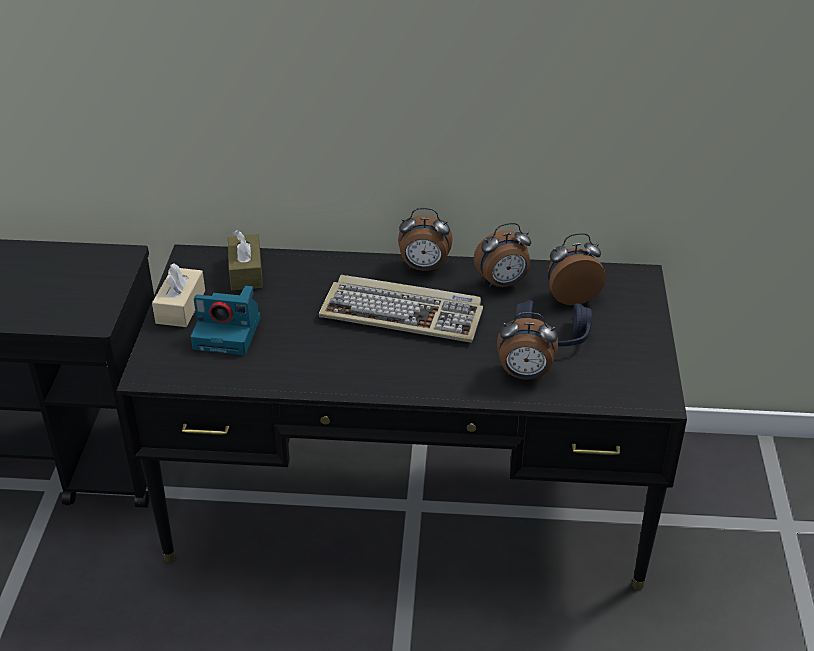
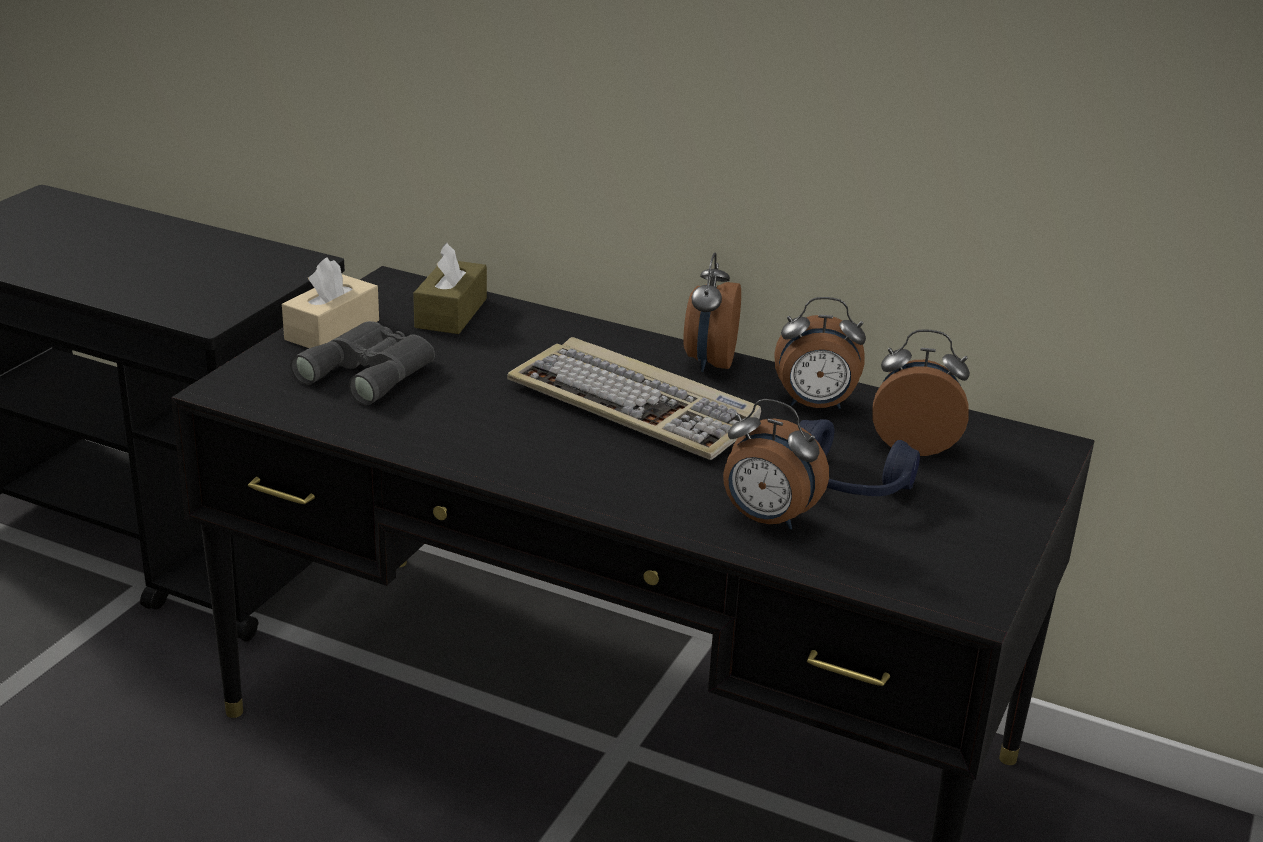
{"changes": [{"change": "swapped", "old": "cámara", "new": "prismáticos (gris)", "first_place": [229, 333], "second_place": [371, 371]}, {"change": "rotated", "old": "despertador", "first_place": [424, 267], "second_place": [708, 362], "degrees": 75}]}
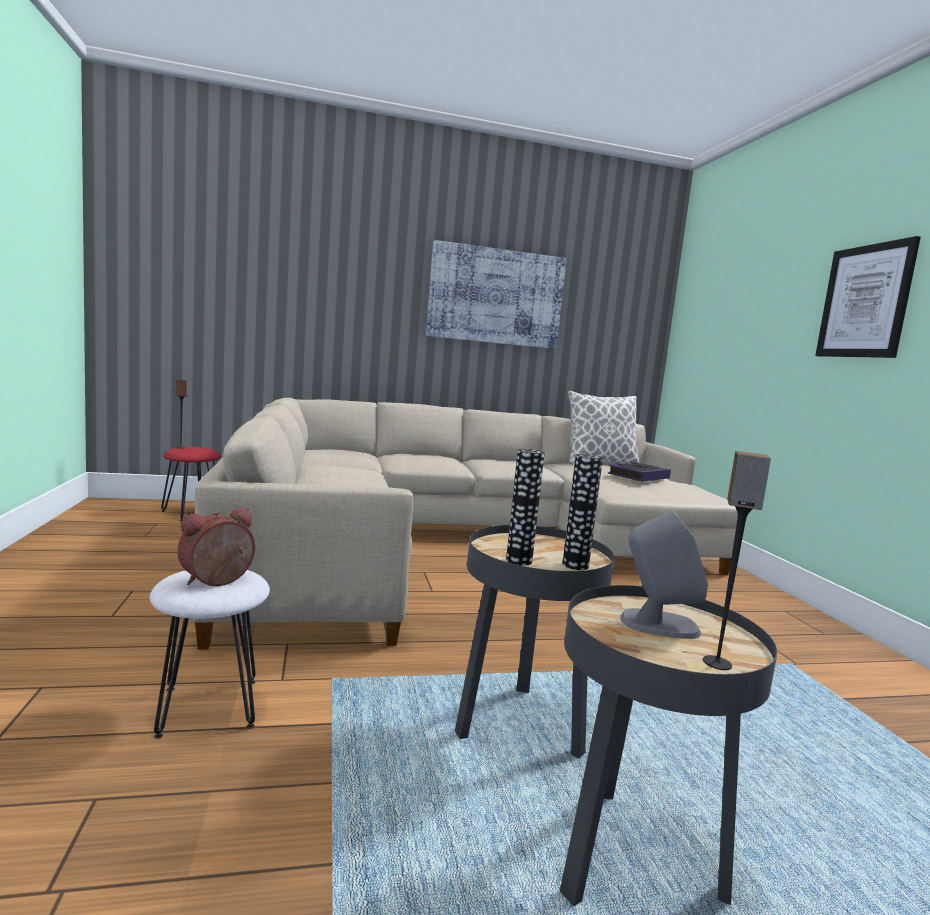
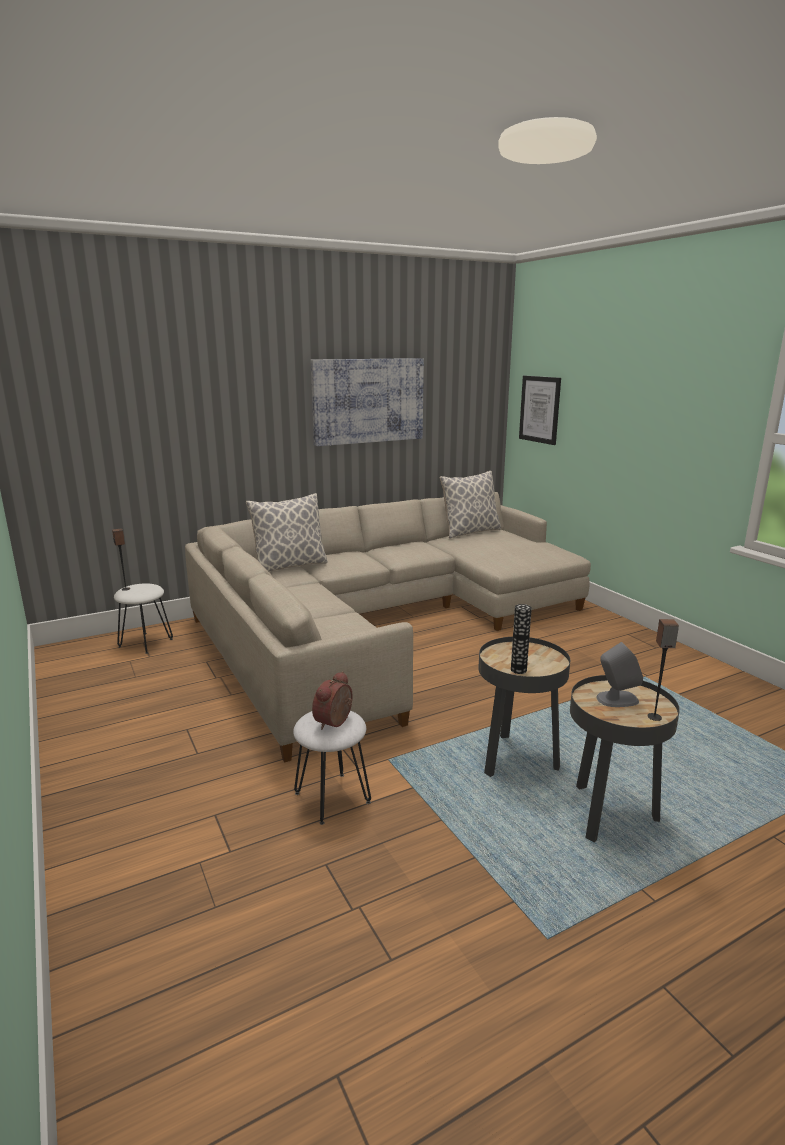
{"changes": [{"change": "repainted", "old": "taburete (rojo)", "new": "taburete (blanco)", "first_place": [192, 513], "second_place": [146, 642]}, {"change": "gone", "old": "florero", "first_place": [575, 565]}, {"change": "gone", "old": "libro", "first_place": [638, 476]}, {"change": "shifted", "old": "cuadro", "first_place": [865, 301], "second_place": [540, 409]}, {"change": "new", "new": "cojín", "second_place": [289, 566]}]}
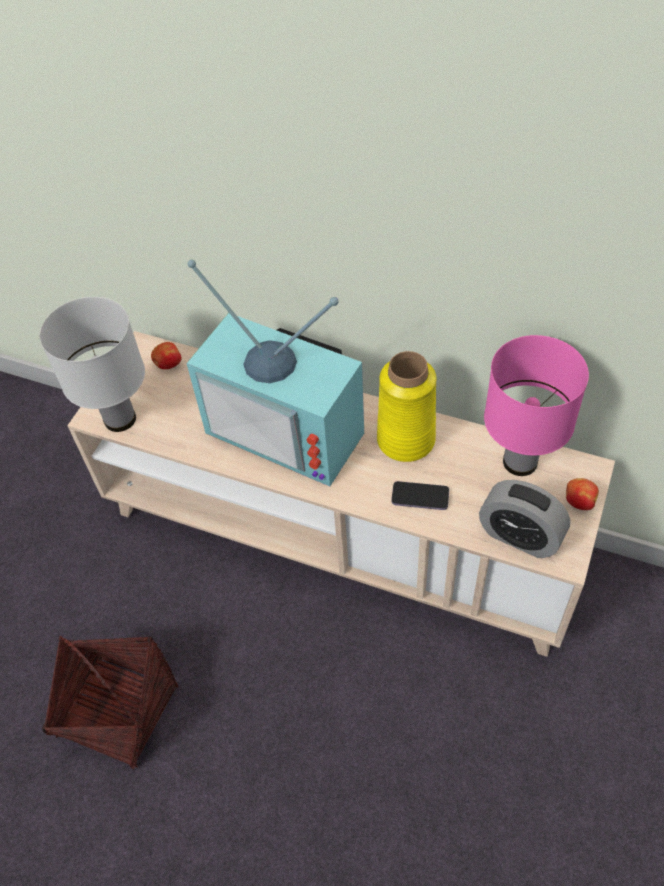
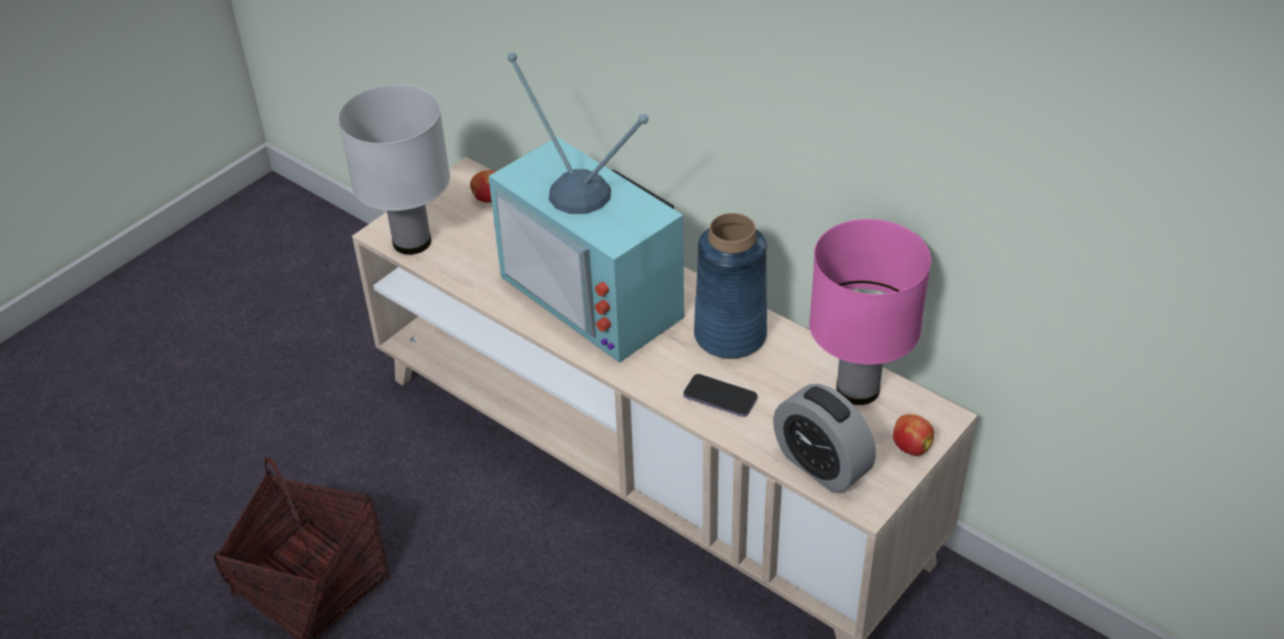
{"changes": [{"change": "repainted", "old": "florero (amarillo)", "new": "florero (azul)", "first_place": [405, 440], "second_place": [729, 336]}]}
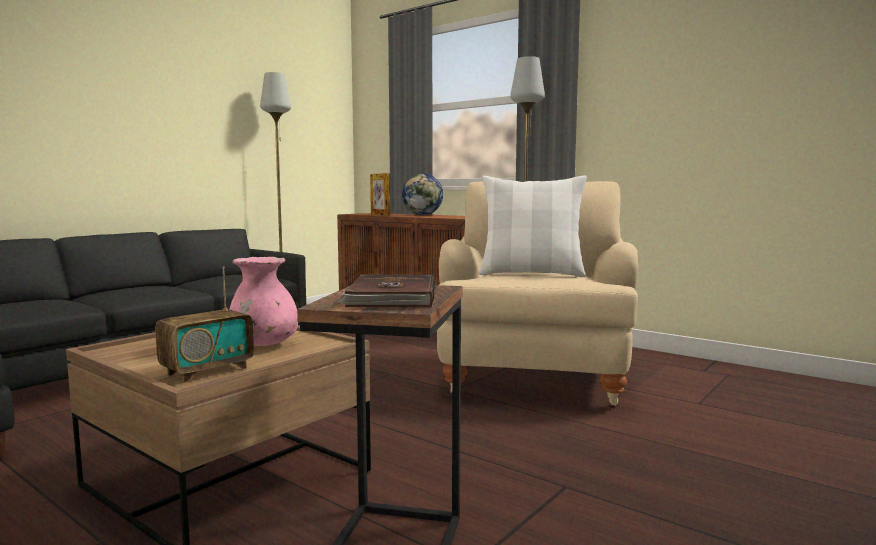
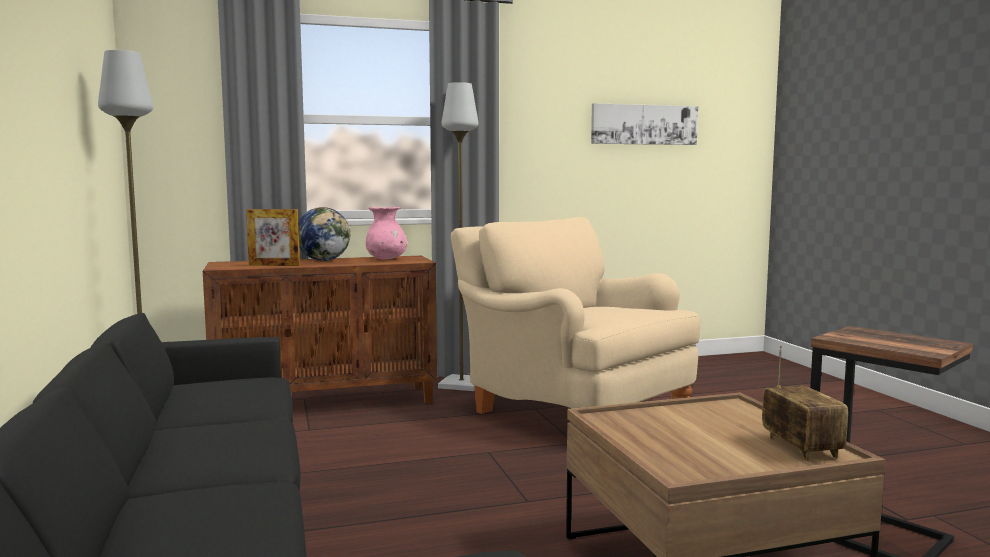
{"changes": [{"change": "shifted", "old": "florero (rosa)", "first_place": [264, 345], "second_place": [386, 259]}, {"change": "gone", "old": "libro (marrón)", "first_place": [390, 297]}, {"change": "gone", "old": "cojín (blanco)", "first_place": [531, 274]}, {"change": "new", "new": "cuadro", "second_place": [644, 124]}]}
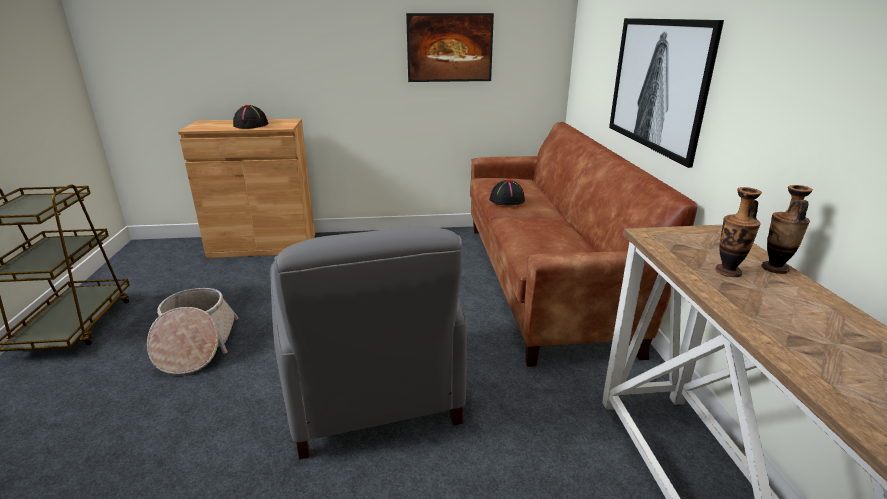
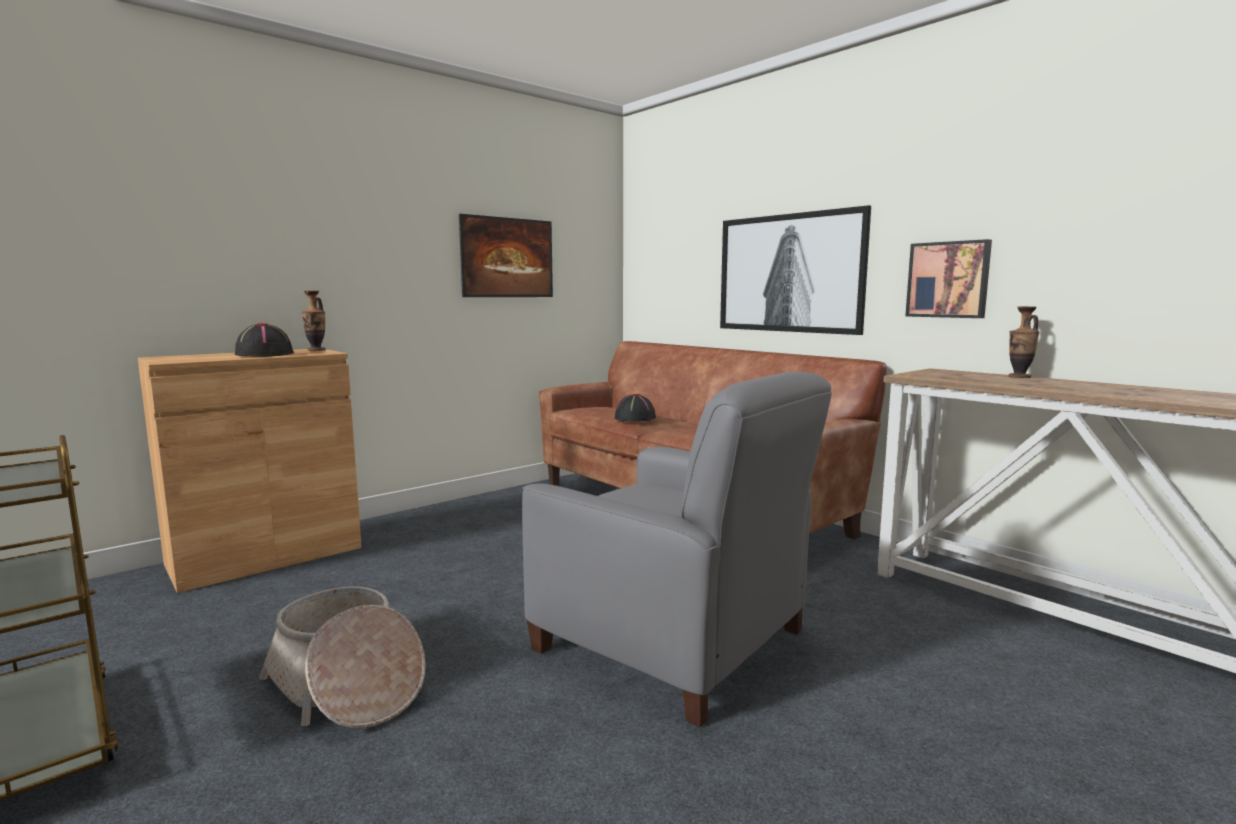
{"changes": [{"change": "shifted", "old": "florero", "first_place": [728, 272], "second_place": [316, 350]}, {"change": "new", "new": "cuadro", "second_place": [948, 280]}]}
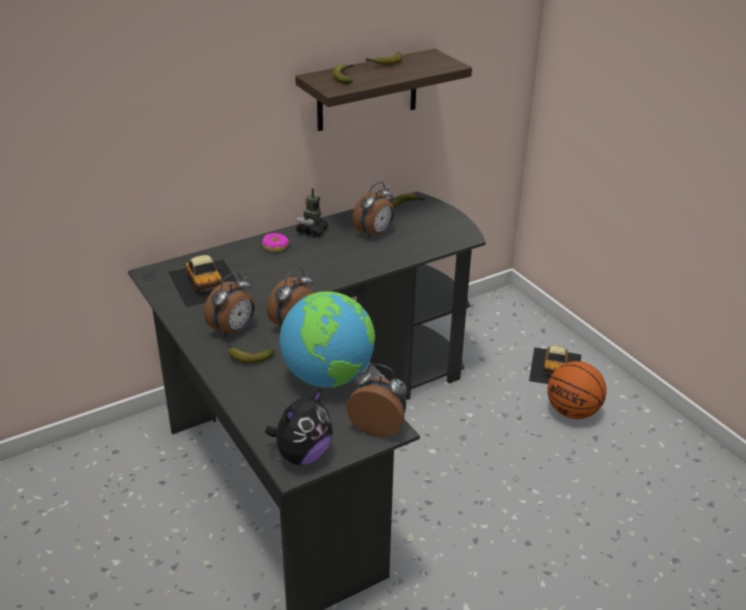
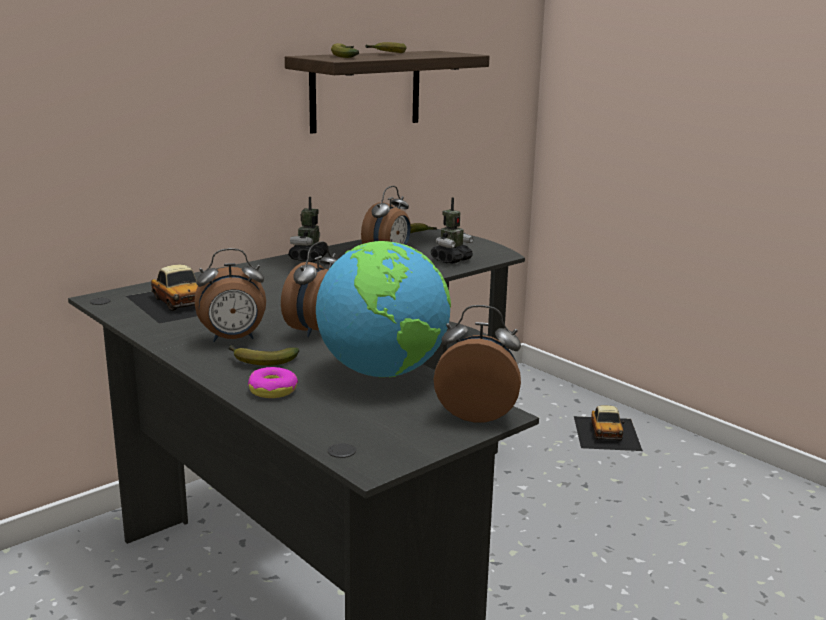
{"changes": [{"change": "rotated", "old": "despertador", "first_place": [234, 330], "second_place": [233, 339], "degrees": 45}, {"change": "shifted", "old": "rosquilla", "first_place": [275, 246], "second_place": [273, 390]}, {"change": "gone", "old": "peluche", "first_place": [302, 455]}, {"change": "gone", "old": "balón de baloncesto", "first_place": [572, 411]}, {"change": "new", "new": "robot de juguete", "second_place": [451, 260]}]}
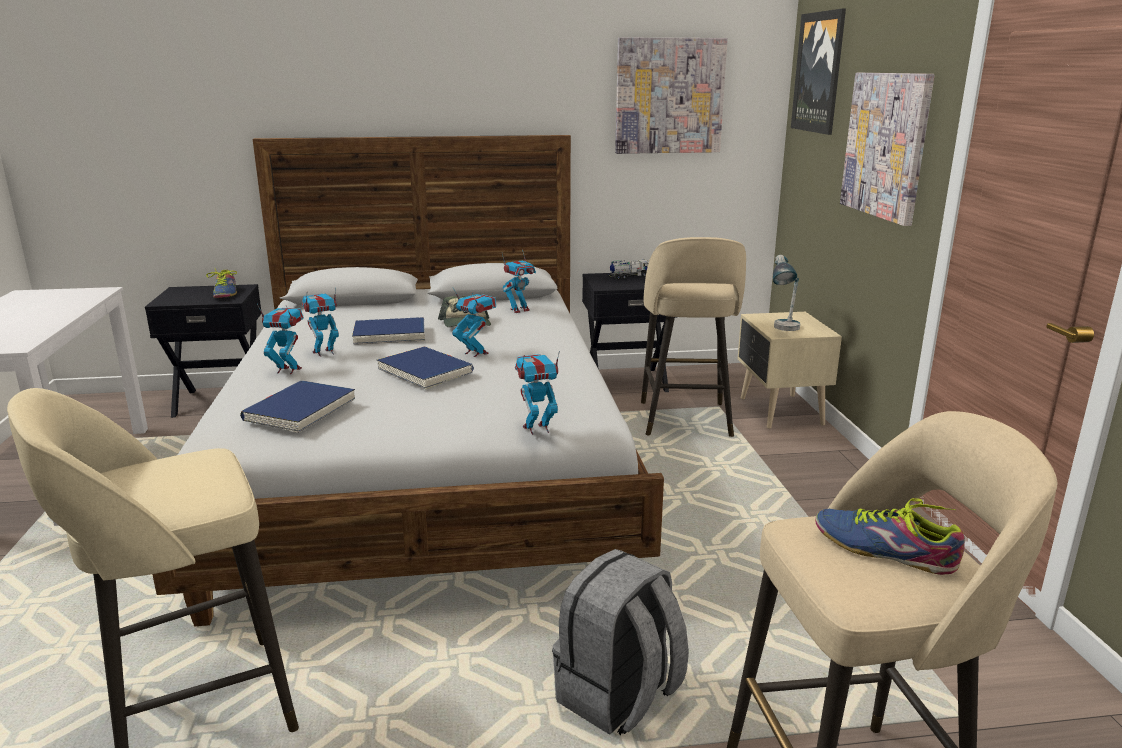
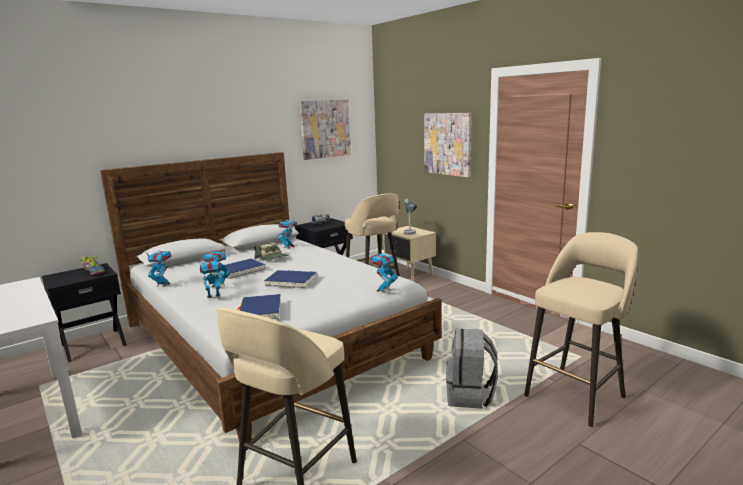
{"changes": [{"change": "shifted", "old": "robot de juguete", "first_place": [476, 353], "second_place": [163, 285]}, {"change": "gone", "old": "cuadro", "first_place": [819, 72]}, {"change": "gone", "old": "zapato", "first_place": [884, 550]}]}
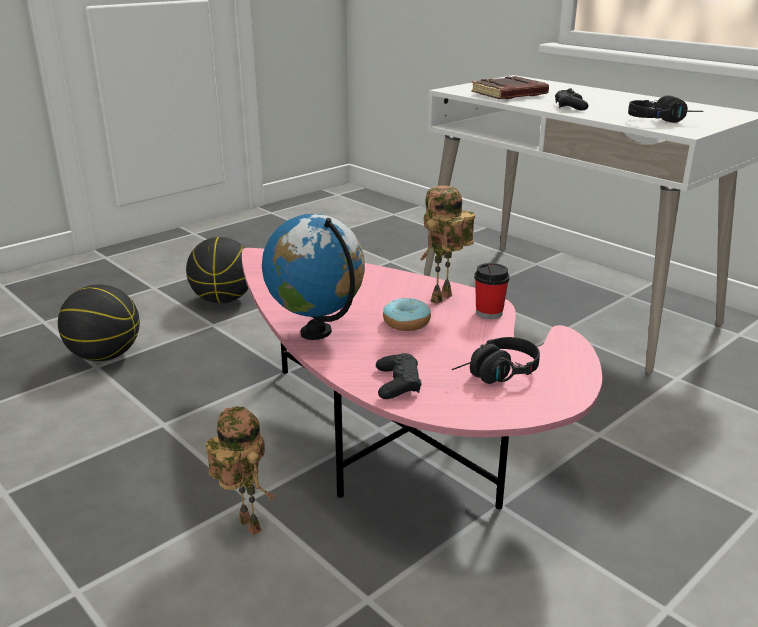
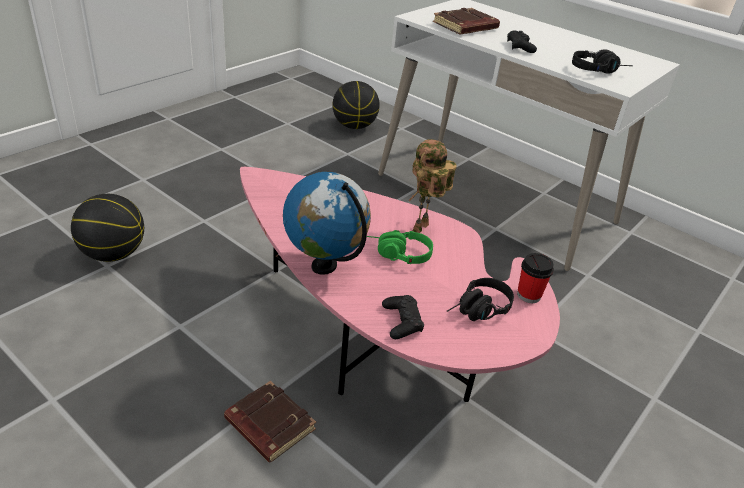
{"changes": [{"change": "shifted", "old": "balón de baloncesto", "first_place": [223, 300], "second_place": [354, 126]}, {"change": "swapped", "old": "robot de juguete", "new": "libro (marrón)", "first_place": [245, 526], "second_place": [268, 425]}, {"change": "swapped", "old": "rosquilla", "new": "auriculares (verde)", "first_place": [406, 323], "second_place": [397, 255]}, {"change": "shifted", "old": "taza", "first_place": [489, 313], "second_place": [528, 295]}]}
